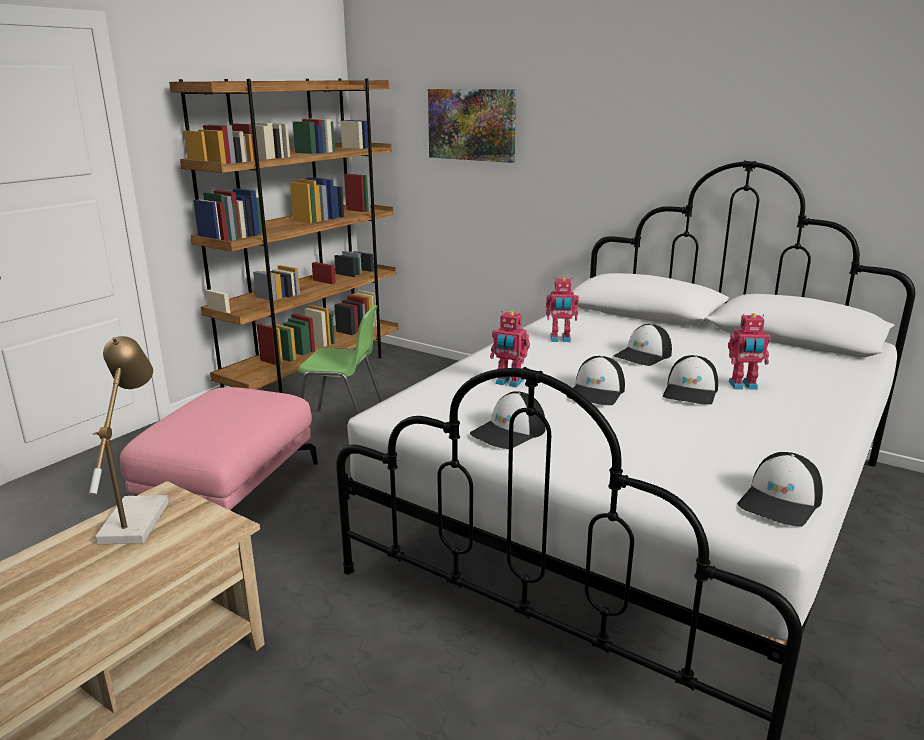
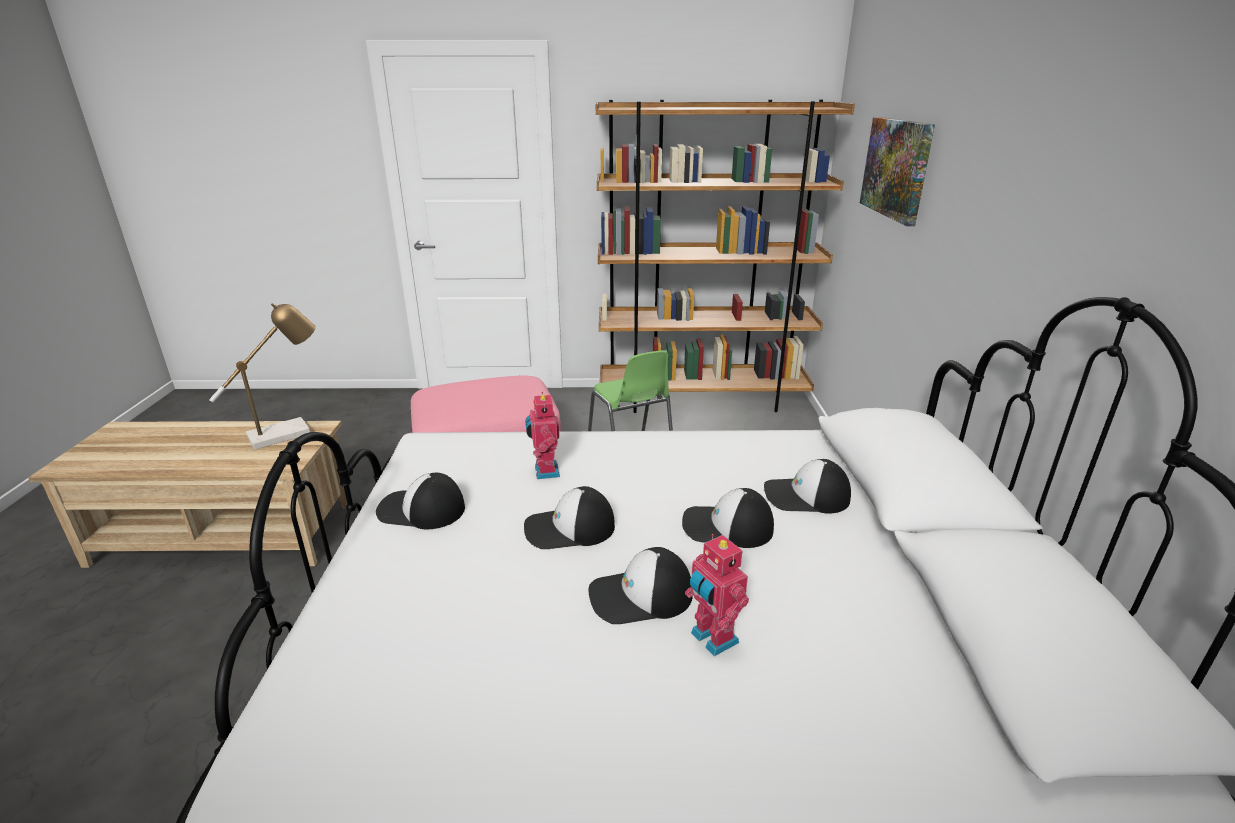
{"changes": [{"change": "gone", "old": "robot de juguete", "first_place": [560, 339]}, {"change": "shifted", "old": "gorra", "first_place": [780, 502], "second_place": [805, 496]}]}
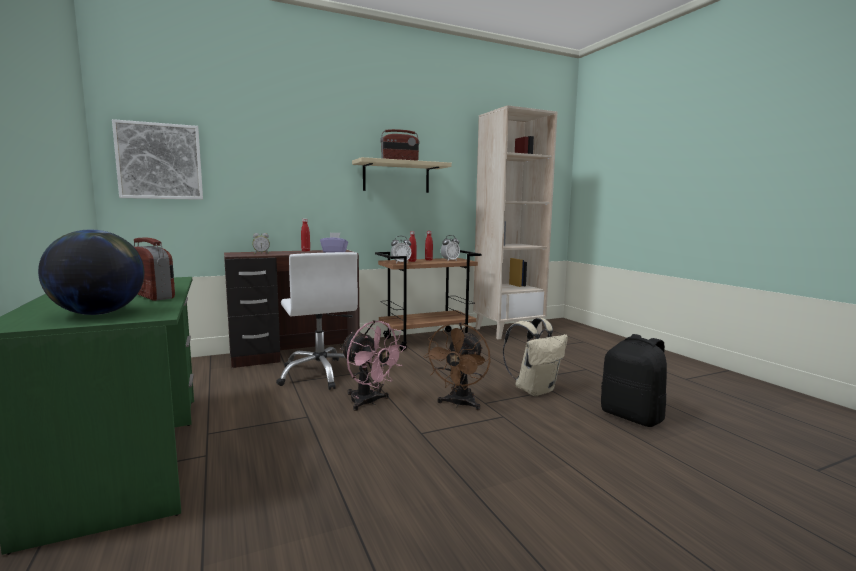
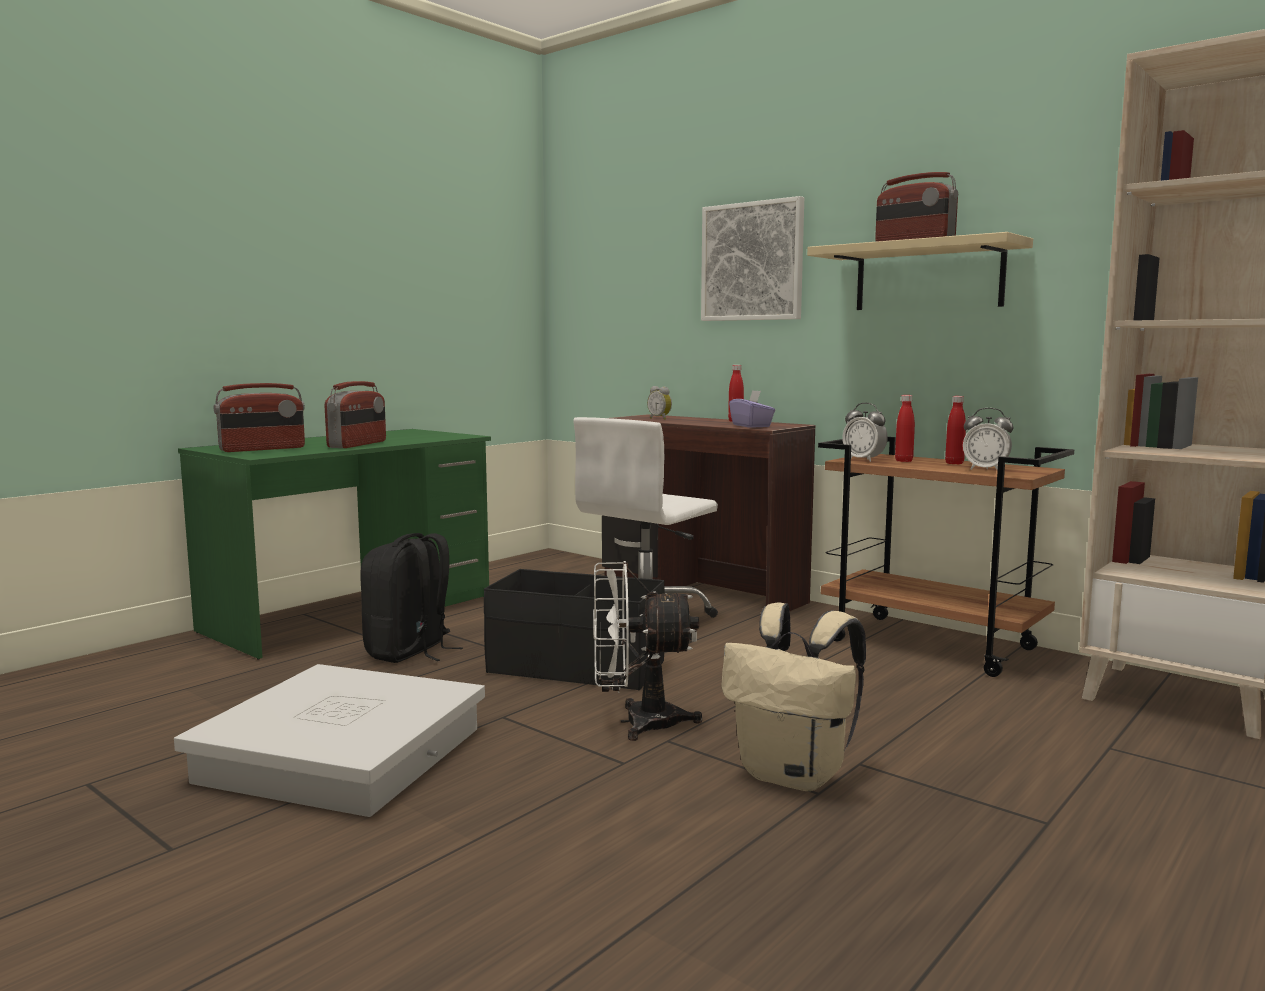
{"changes": [{"change": "swapped", "old": "globo terráqueo", "new": "radio", "first_place": [98, 313], "second_place": [263, 449]}, {"change": "shifted", "old": "cuadro", "first_place": [160, 161], "second_place": [752, 262]}, {"change": "swapped", "old": "ventilador (rosa)", "new": "caja de almacenaje (negro)", "first_place": [369, 402], "second_place": [576, 668]}, {"change": "repainted", "old": "ventilador (marrón)", "new": "ventilador (blanco)", "first_place": [459, 404], "second_place": [637, 722]}, {"change": "shifted", "old": "mochila (negro)", "first_place": [632, 416], "second_place": [410, 652]}, {"change": "new", "new": "caja de almacenaje (blanco)", "second_place": [343, 754]}]}
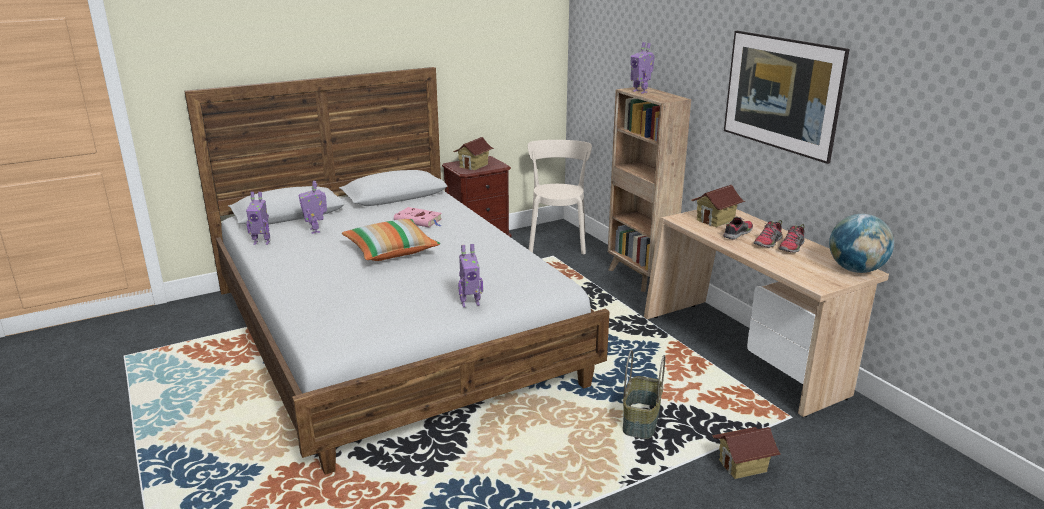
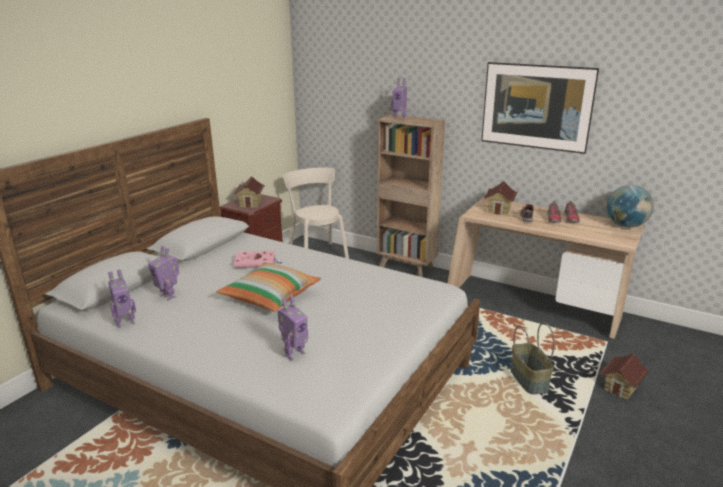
{"changes": [{"change": "shifted", "old": "robot de juguete", "first_place": [470, 303], "second_place": [294, 354]}]}
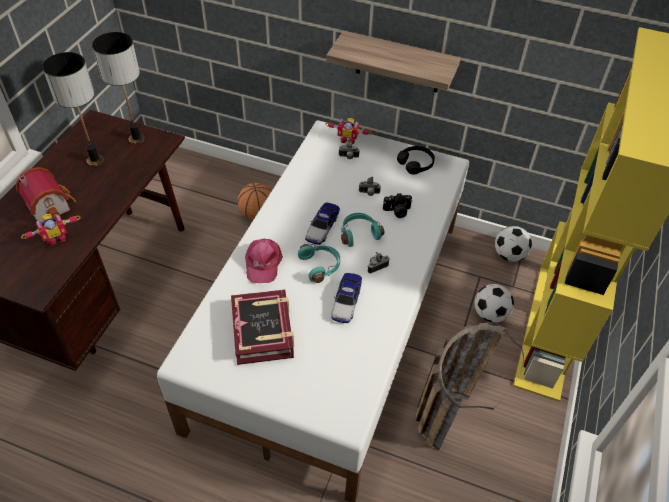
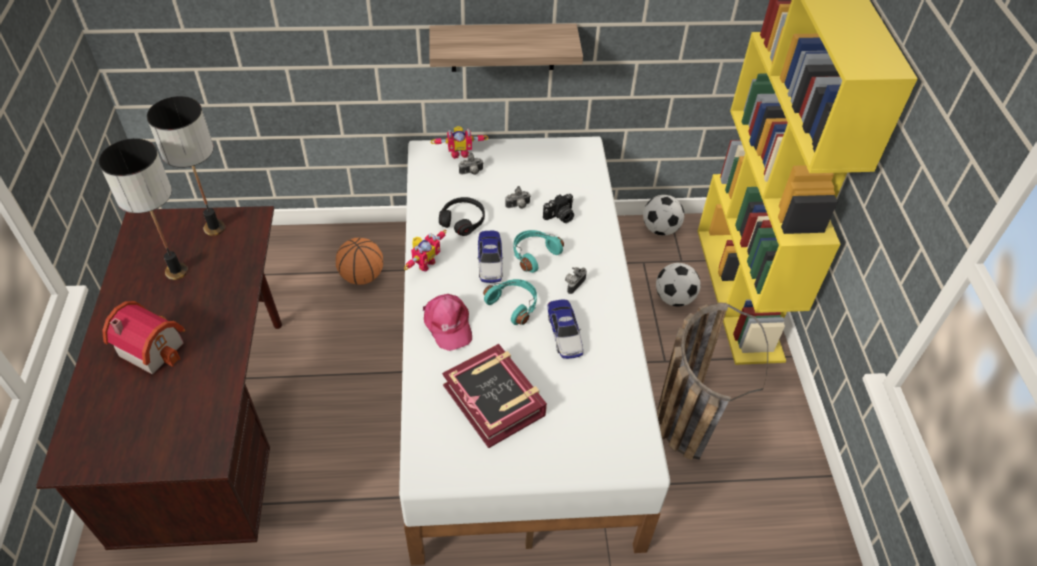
{"changes": [{"change": "shifted", "old": "robot de juguete", "first_place": [56, 238], "second_place": [424, 263]}, {"change": "shifted", "old": "auriculares (negro)", "first_place": [416, 163], "second_place": [463, 220]}]}
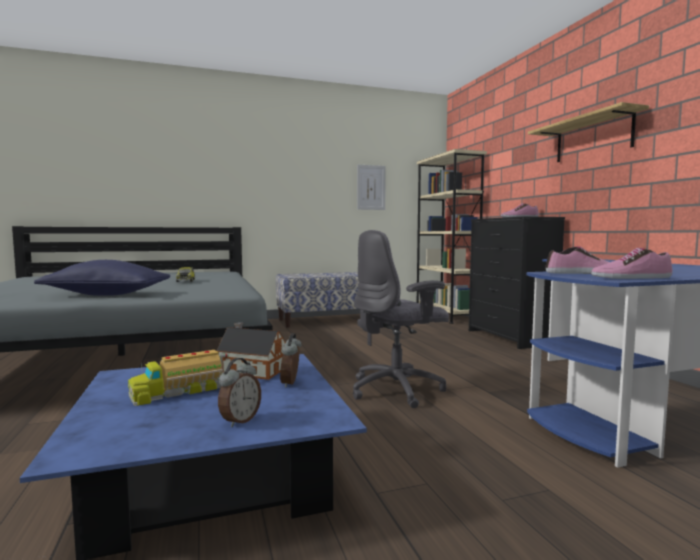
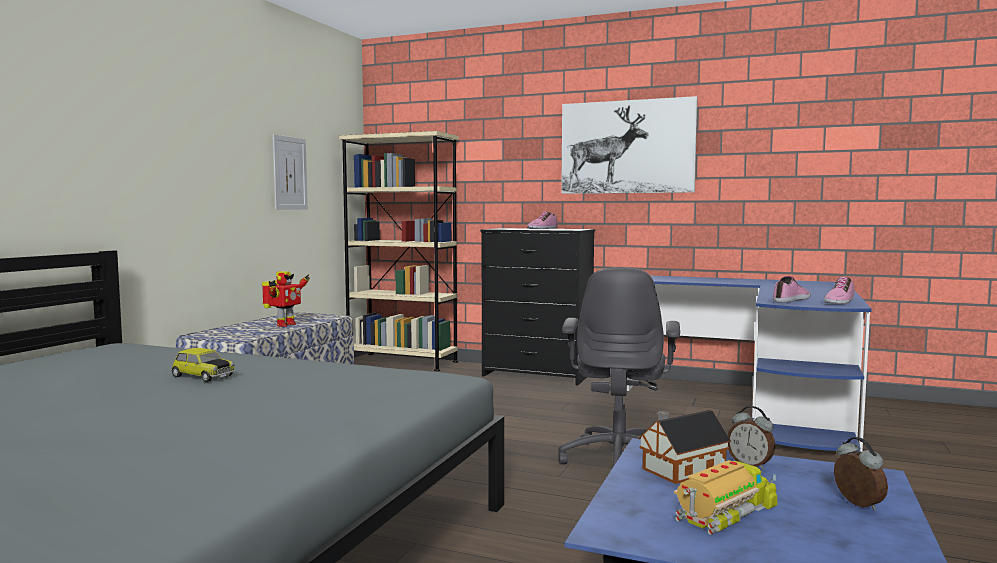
{"changes": [{"change": "gone", "old": "cojín (azul)", "first_place": [107, 294]}, {"change": "rotated", "old": "camión de juguete", "first_place": [178, 391], "second_place": [726, 512], "degrees": -135}, {"change": "swapped", "old": "estante", "new": "cuadro", "first_place": [593, 138], "second_place": [627, 147]}, {"change": "new", "new": "robot de juguete", "second_place": [284, 325]}]}
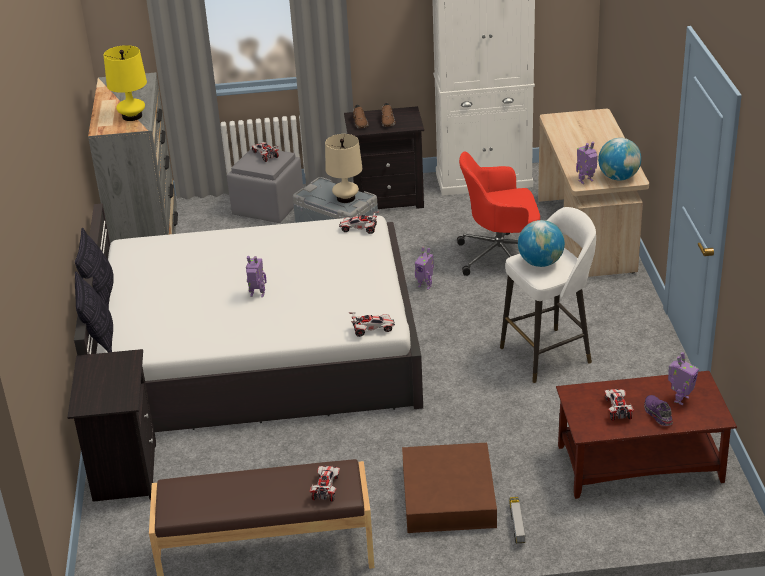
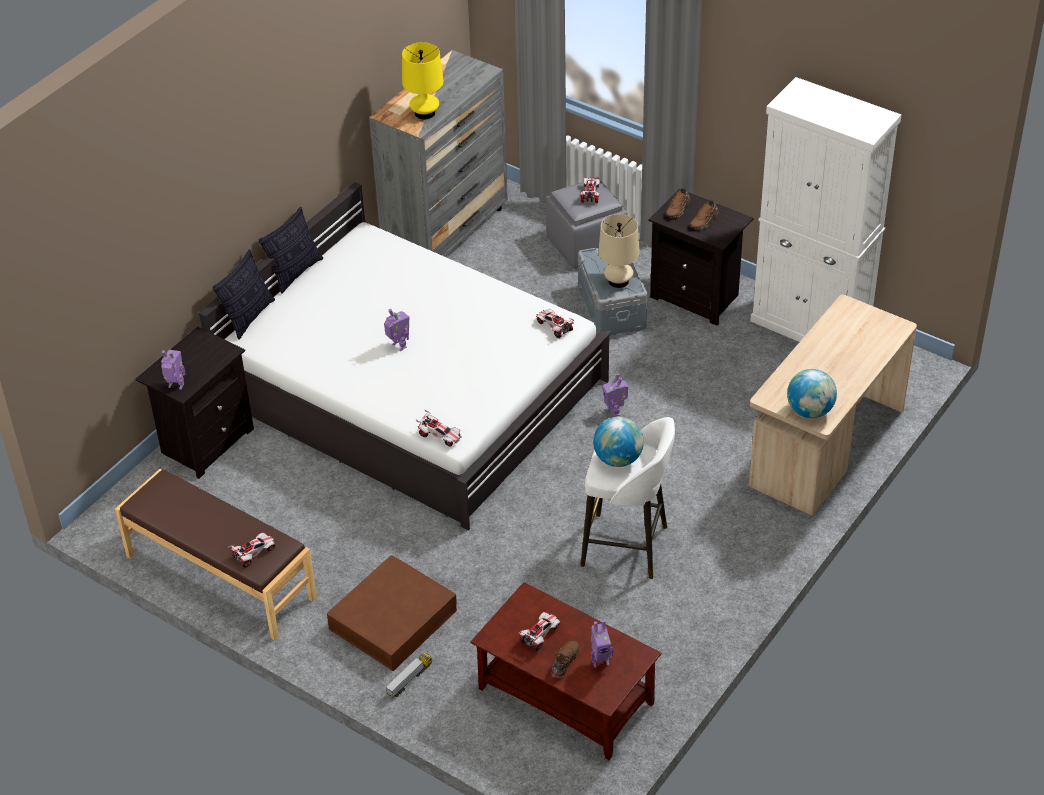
{"changes": [{"change": "gone", "old": "silla de oficina (rojo)", "first_place": [500, 256]}, {"change": "shifted", "old": "robot de juguete", "first_place": [586, 181], "second_place": [176, 386]}, {"change": "repainted", "old": "zapato (morado)", "new": "zapato (marrón)", "first_place": [657, 414], "second_place": [564, 661]}]}
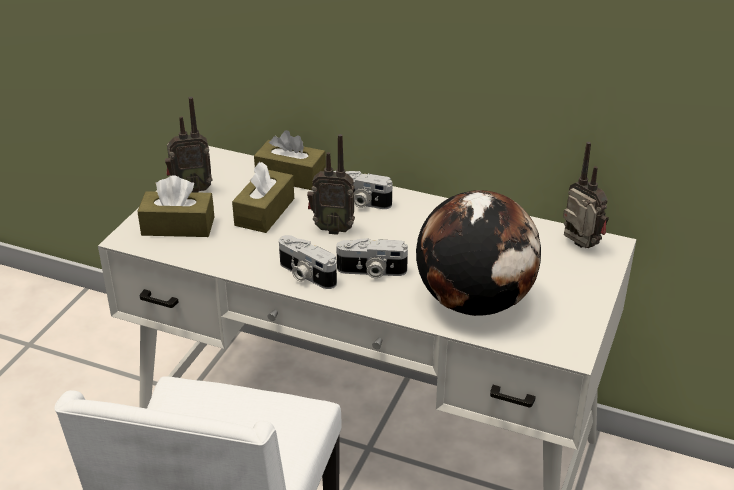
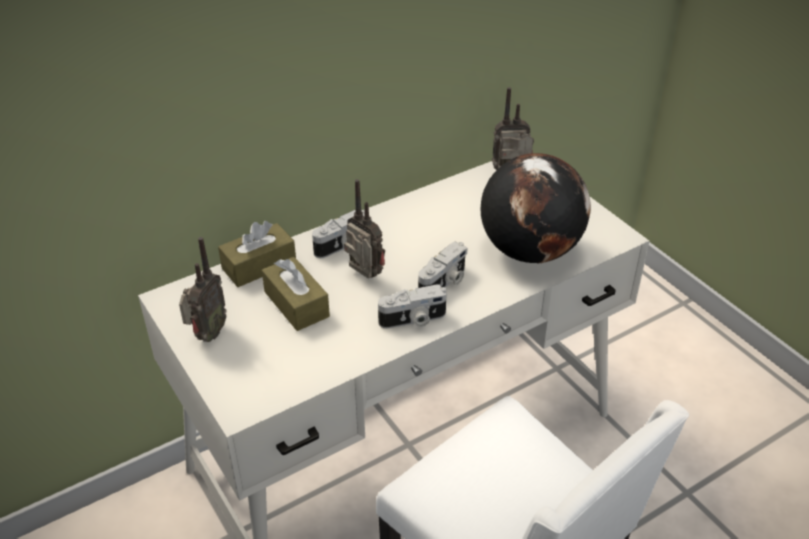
{"changes": [{"change": "gone", "old": "caja de pañuelos (marrón)", "first_place": [178, 226]}, {"change": "rotated", "old": "radio", "first_place": [332, 228], "second_place": [364, 277], "degrees": -90}]}
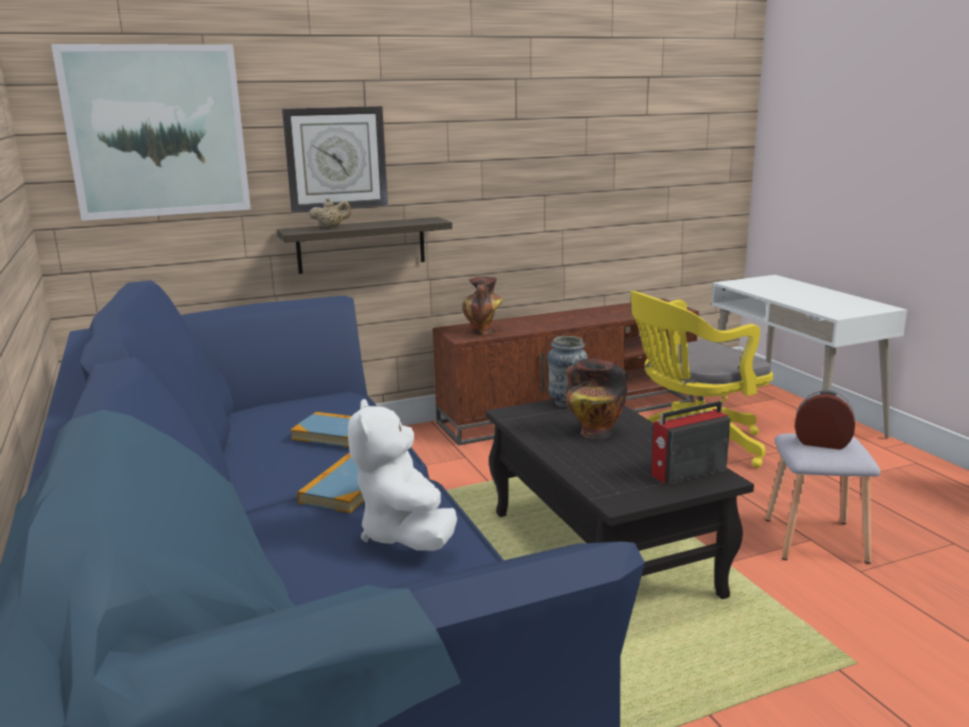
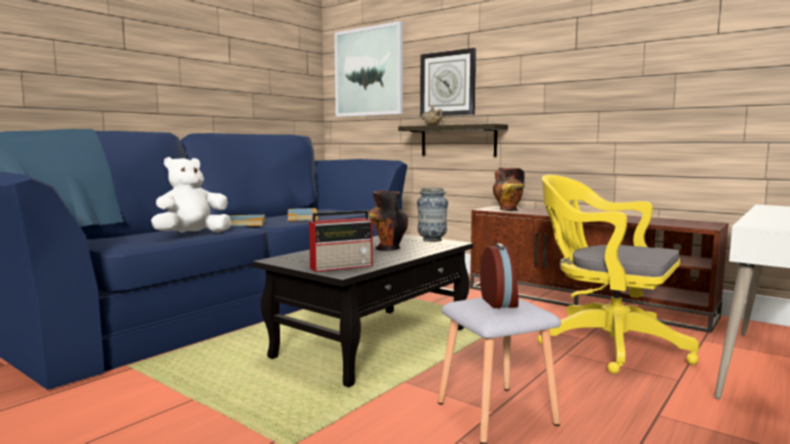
{"changes": [{"change": "rotated", "old": "radio", "first_place": [687, 472], "second_place": [342, 266], "degrees": 120}]}
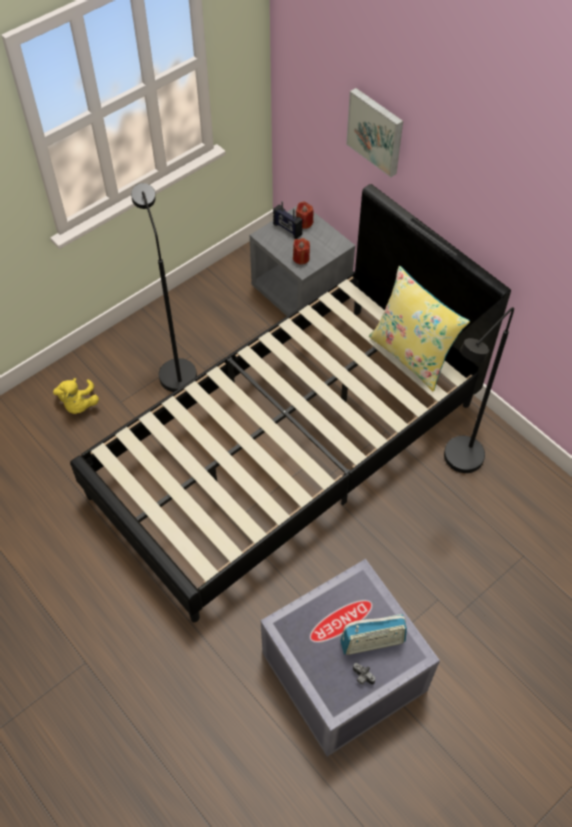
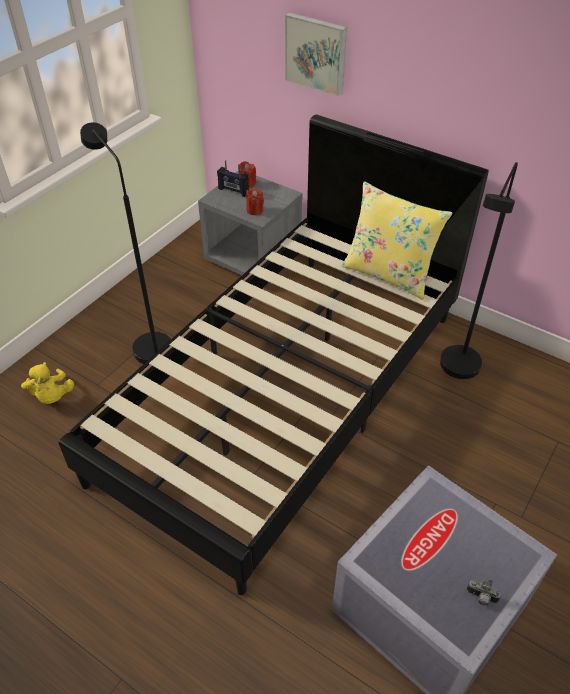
{"changes": [{"change": "gone", "old": "radio", "first_place": [372, 642]}]}
